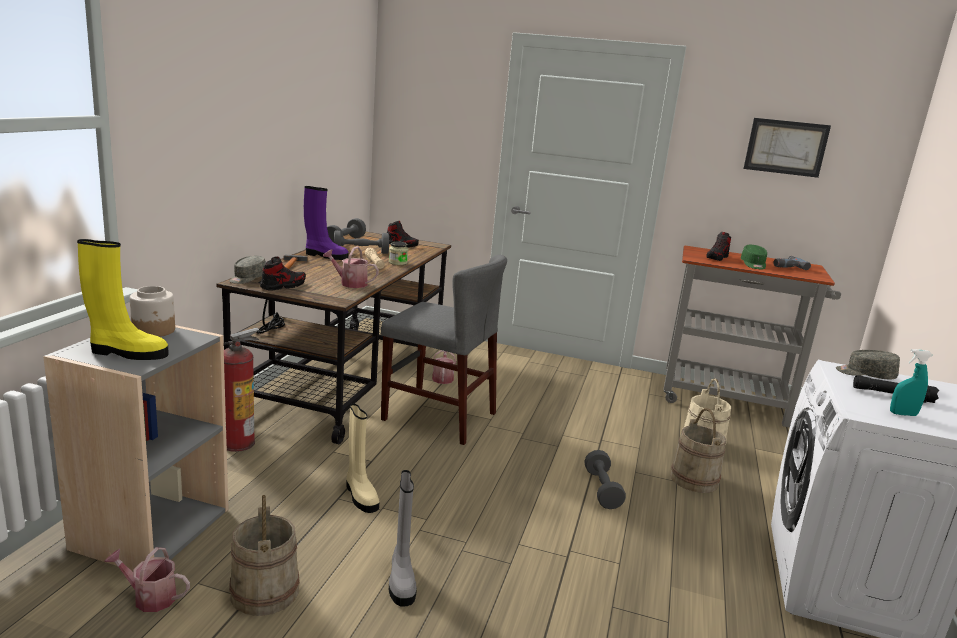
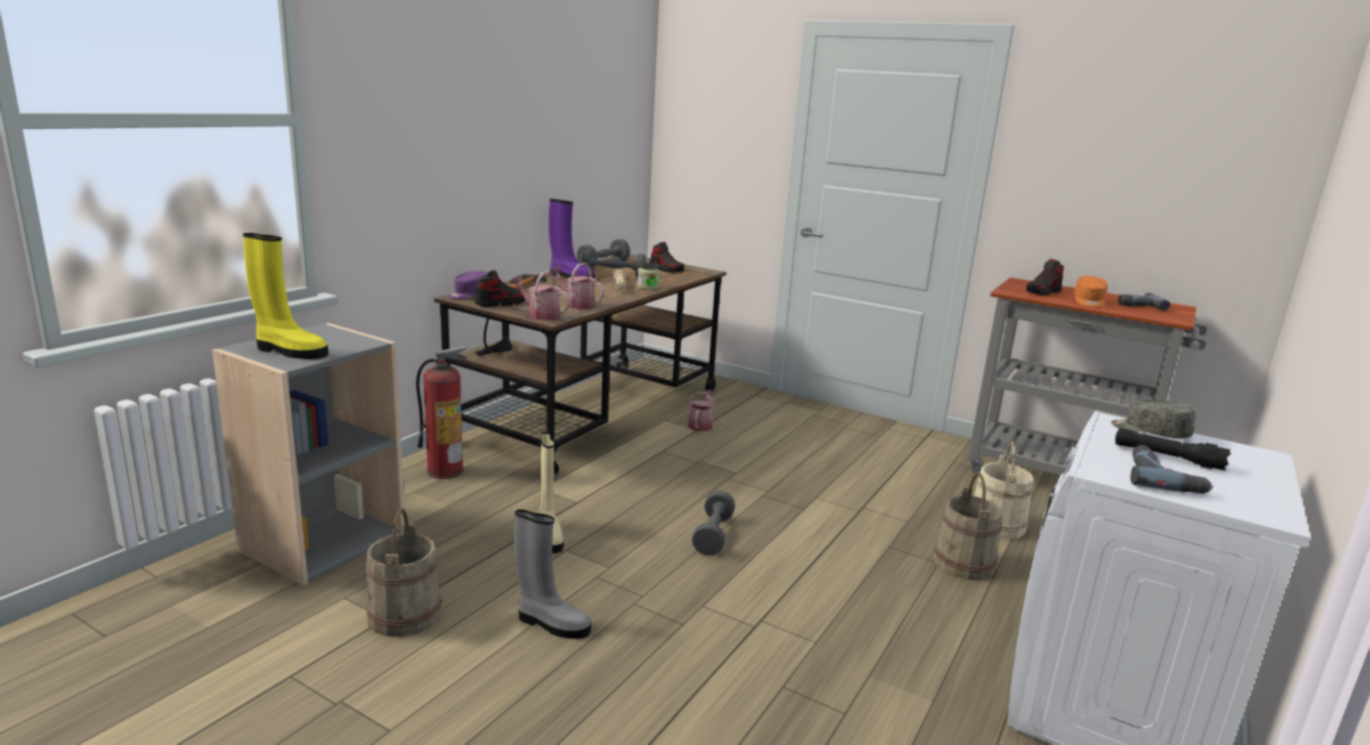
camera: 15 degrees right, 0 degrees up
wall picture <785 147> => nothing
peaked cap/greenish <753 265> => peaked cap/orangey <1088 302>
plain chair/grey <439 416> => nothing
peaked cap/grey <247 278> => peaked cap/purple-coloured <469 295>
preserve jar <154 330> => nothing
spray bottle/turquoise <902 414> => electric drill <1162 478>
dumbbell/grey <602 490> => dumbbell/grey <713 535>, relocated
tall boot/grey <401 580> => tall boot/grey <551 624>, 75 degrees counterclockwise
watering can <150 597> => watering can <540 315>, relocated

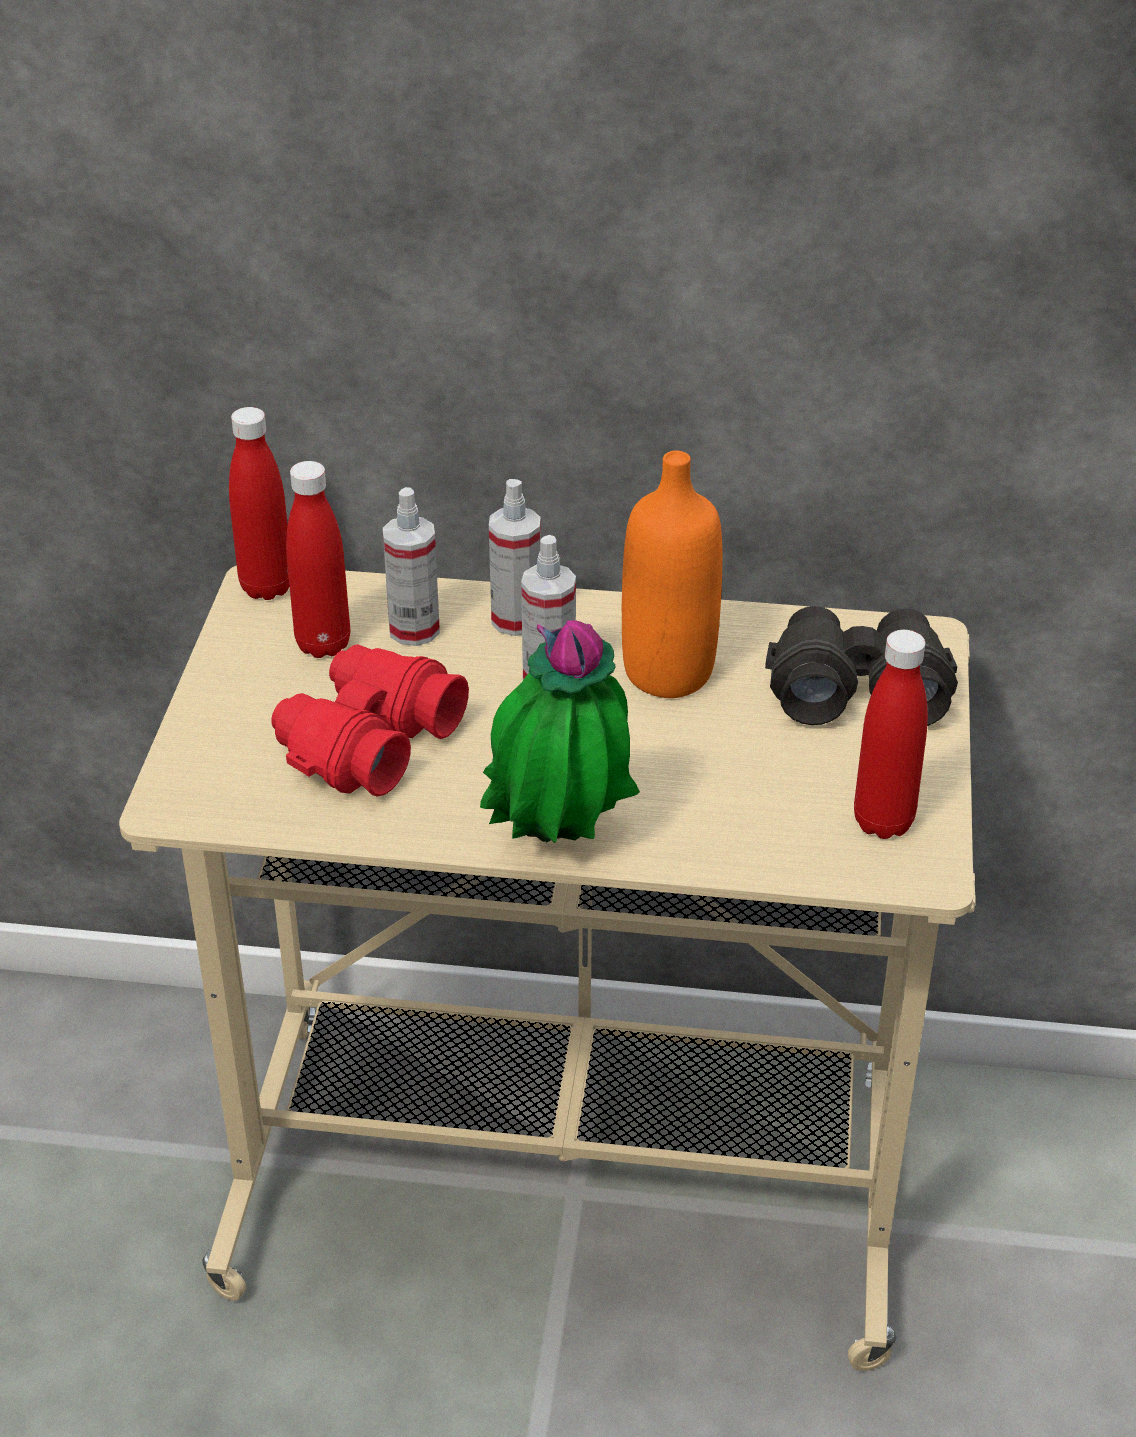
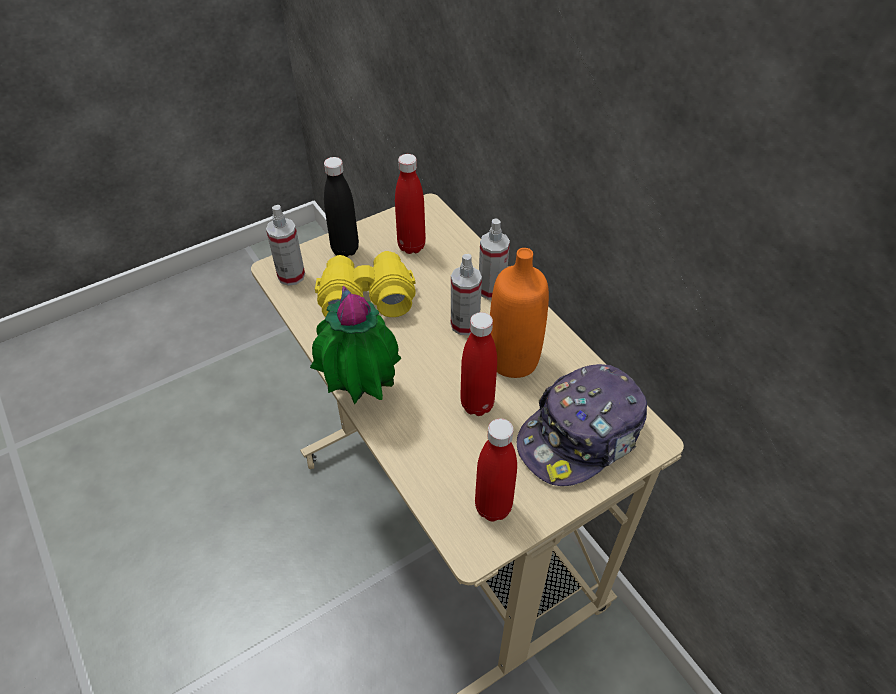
camera: 50 degrees right, 10 degrees up
beverage bottle/reddish <266 587> => beverage bottle/reddish <477 404>, relocated
spray bottle <414 630> => spray bottle <291 276>, relocated
binoculars/blackish <857 688> => peaked cap <581 436>
binoculars/reddish <367 741> => binoculars/yellow-coloured <366 296>
nothing => beverage bottle/blackish <345 249>

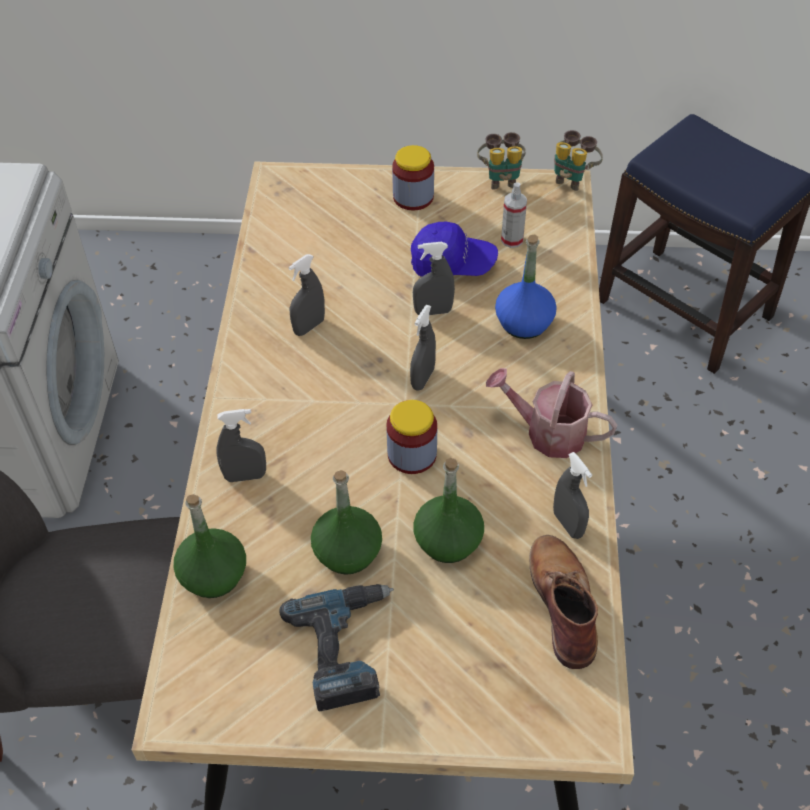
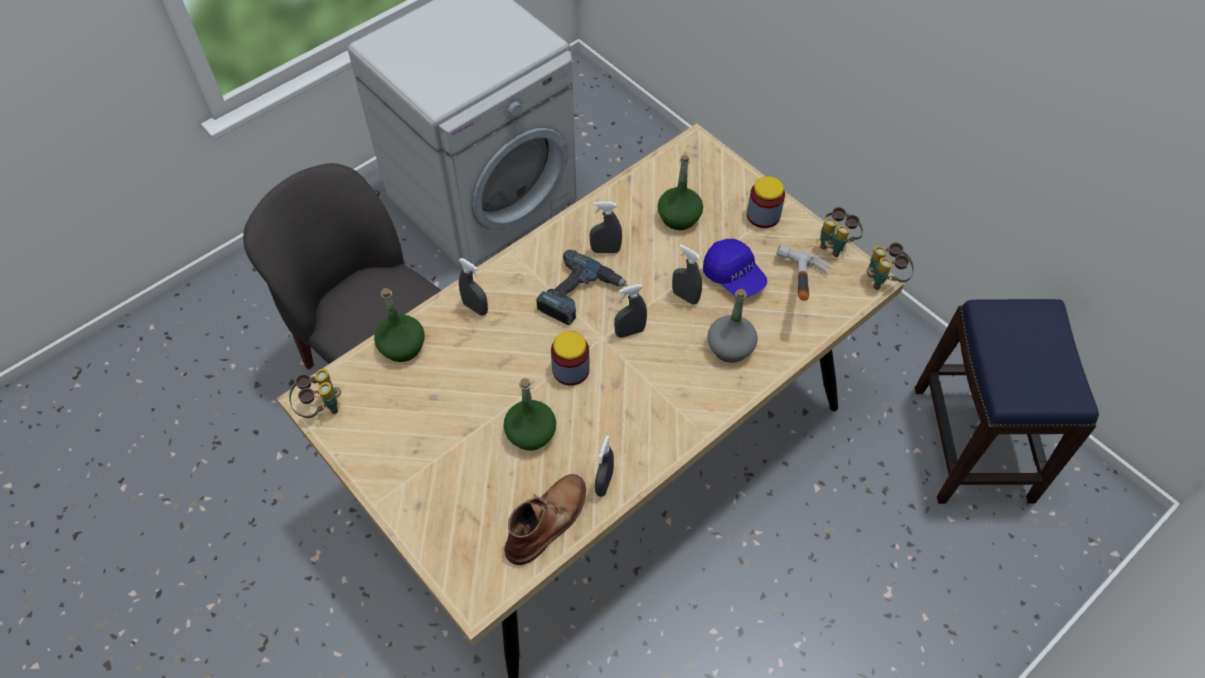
camera: 45 degrees right, 5 degrees up
spray bottle <512 240> => hammer <790 290>
beverage bottle/blue <524 323> => beverage bottle/grey <730 347>
watering can <547 432> => nothing
beverage bottle/greenish <347 552> => beverage bottle/greenish <679 217>, relocated
electric drill <347 648> => electric drill <579 295>, relocated
nothing => binoculars <320 407>

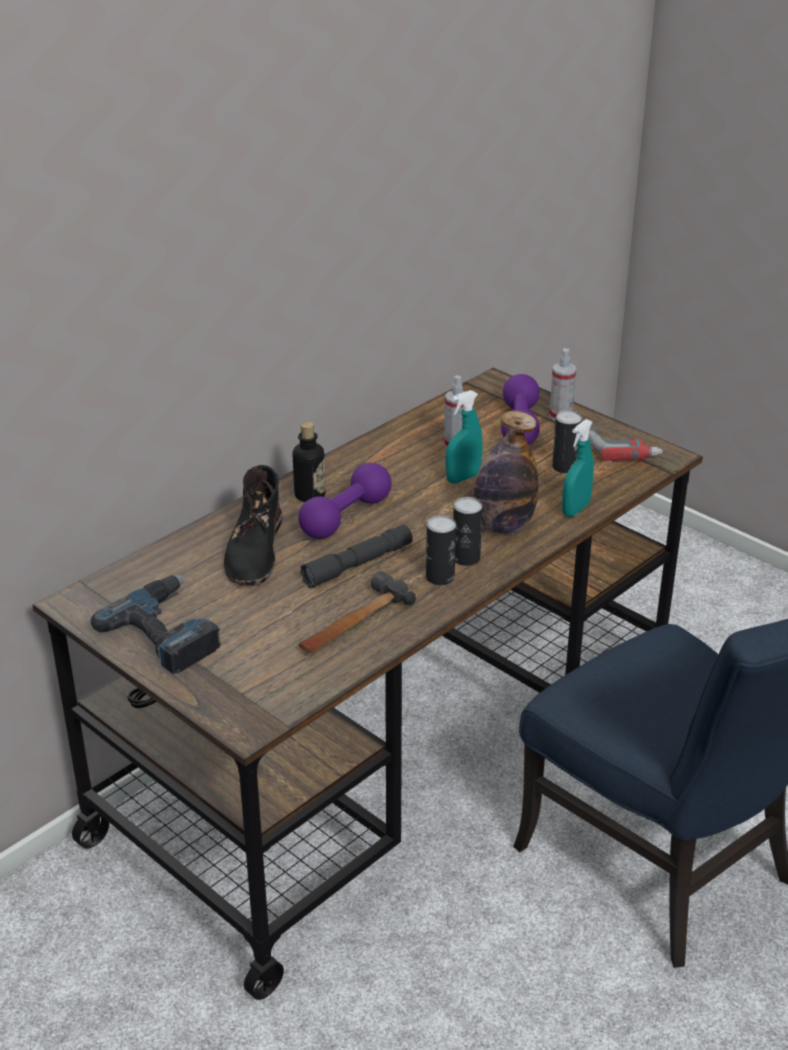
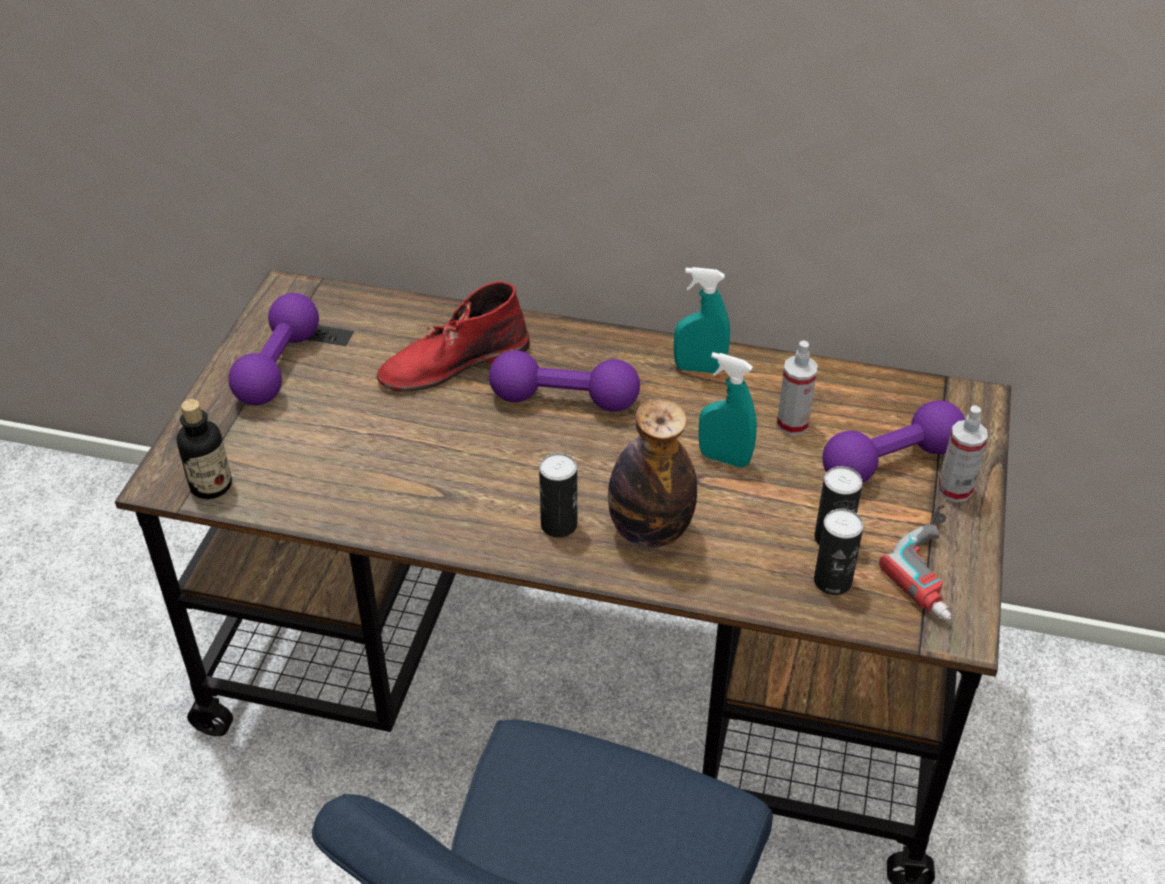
camera: 60 degrees right, 10 degrees up
spray bottle/turquoise <575 510> => spray bottle/turquoise <699 368>, relocated
beverage bottle <310 495> => beverage bottle <211 485>, relocated
tall boot/blackish <254 550> => tall boot/reddish <452 362>
sealed can <440 577> => sealed can <832 581>, relocated
hand torch/grey <358 564> => nothing
hammer <353 623> => nothing
electric drill <169 631> => dumbbell/purple-coloured <278 367>

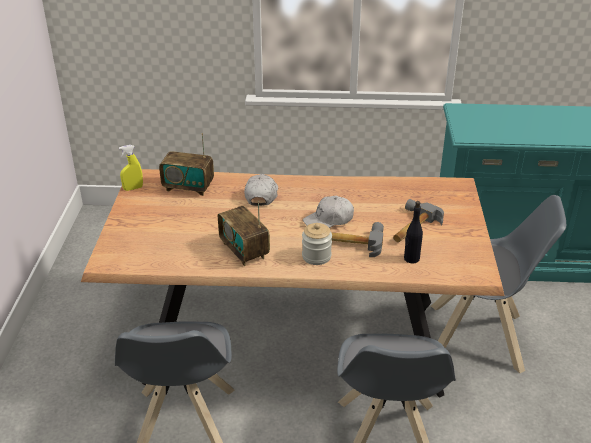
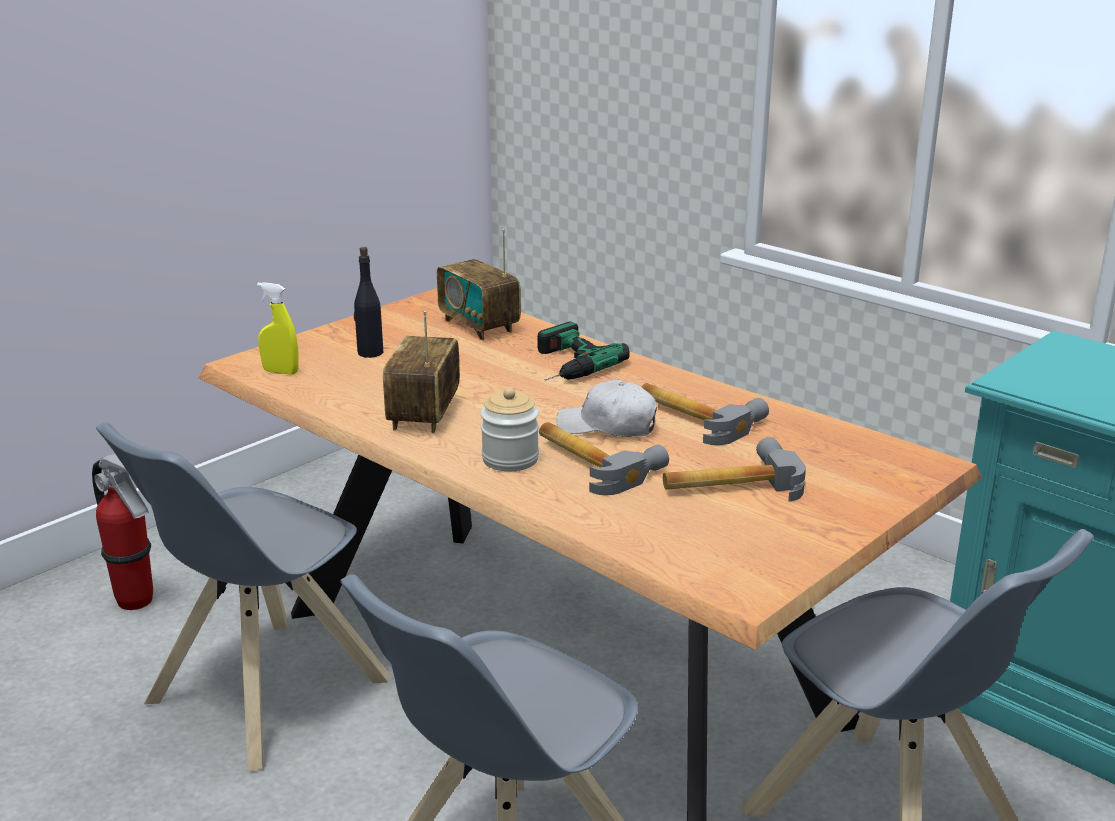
camera: 40 degrees right, 10 degrees down
spray bottle/yellow-coloured <133 188> => spray bottle/yellow-coloured <280 372>, relocated
peaked cap/whitish <261 195> => electric drill <562 365>
beverage bottle/blackish <411 259> => beverage bottle/blackish <370 353>, relocated
nothing => hammer <695 416>
nothing => fire extinguisher <136 601>

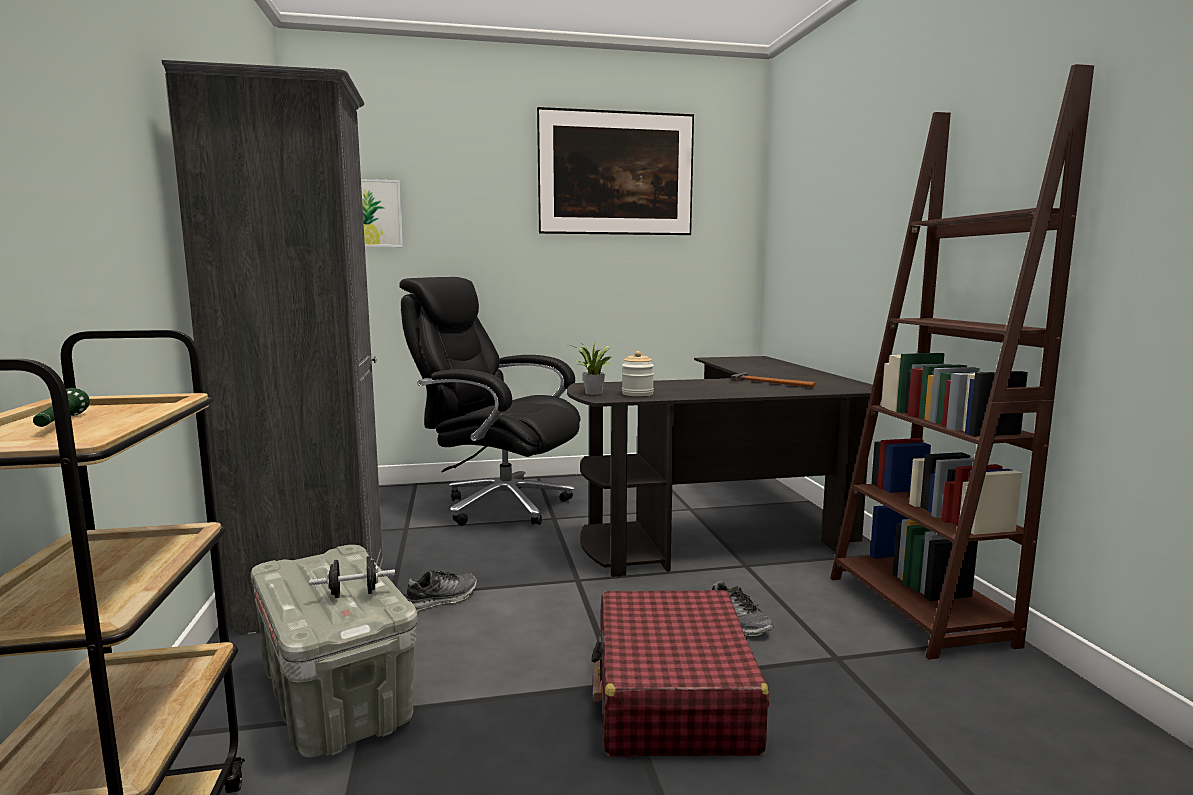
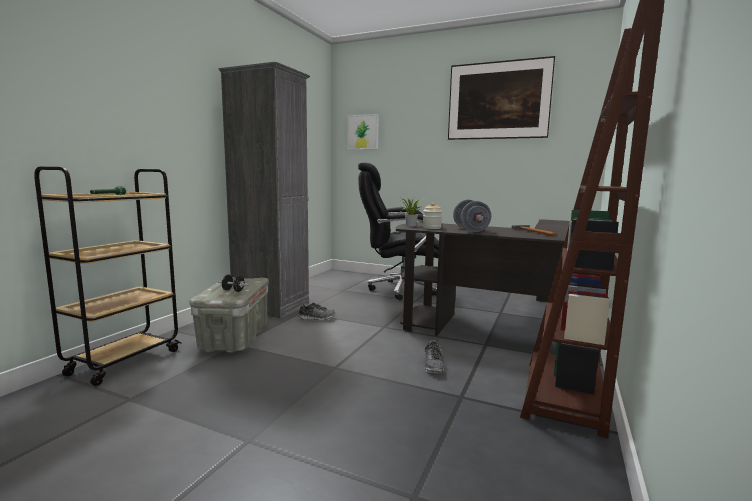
camera: 35 degrees right, 0 degrees up
computer chair/blackish <499 505> => computer chair/blackish <398 290>, 60 degrees counterclockwise
travel case/reddish <672 695> => nothing
nothing => dumbbell/grey <470 230>

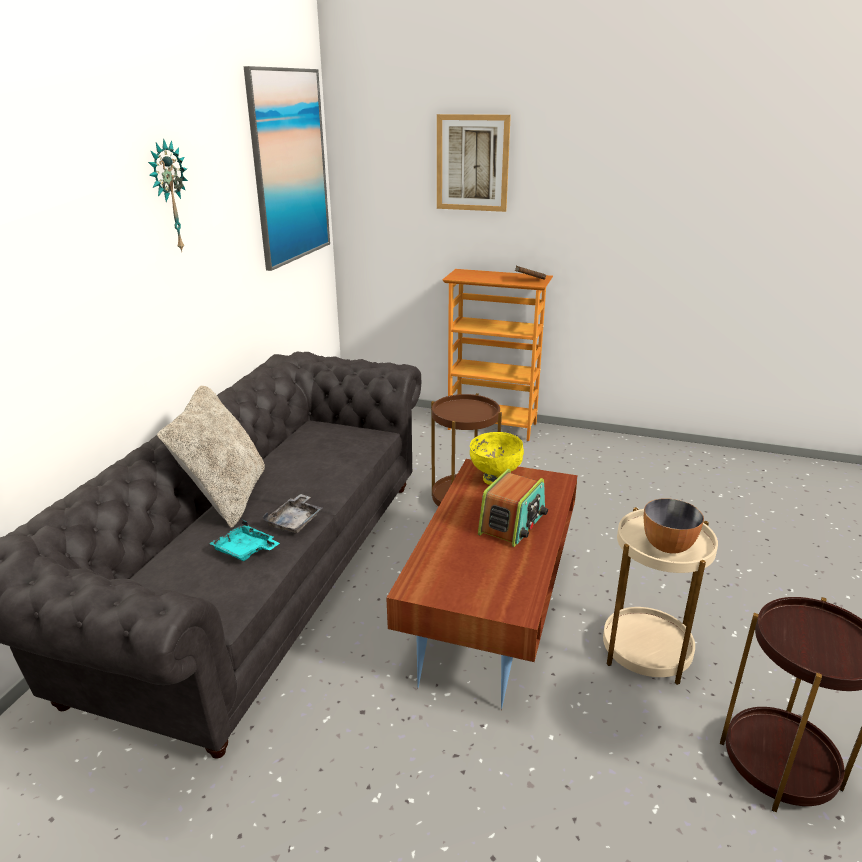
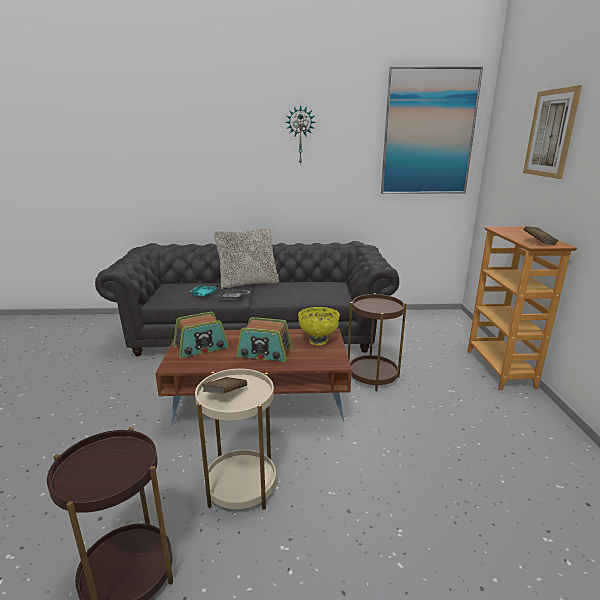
camera: 70 degrees right, 5 degrees down
bowl <668 546> => volume/brown <225 394>
nothing => radio <201 347>

